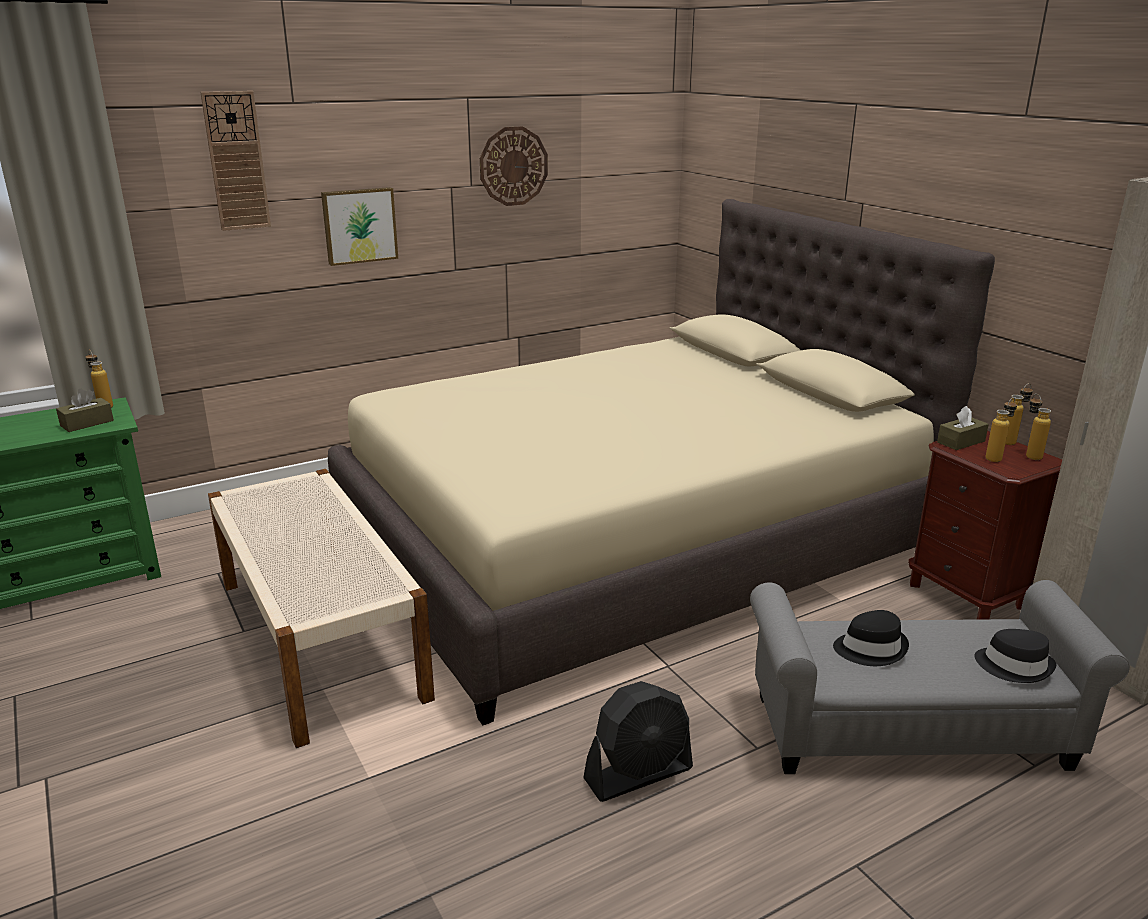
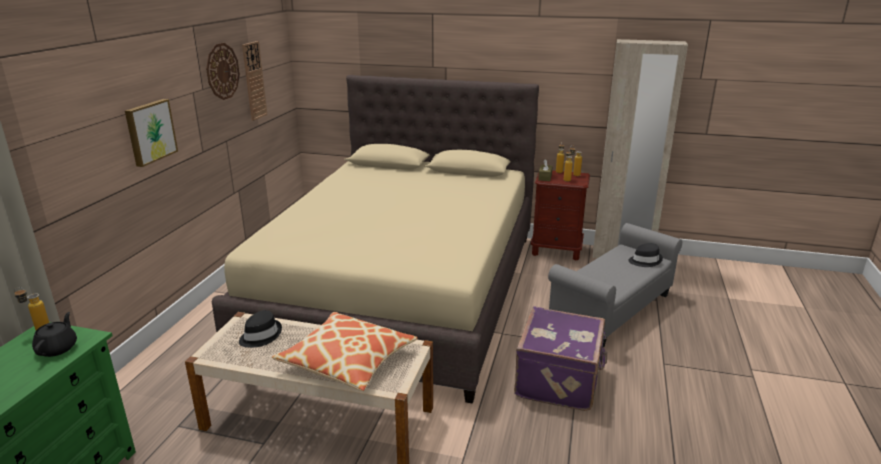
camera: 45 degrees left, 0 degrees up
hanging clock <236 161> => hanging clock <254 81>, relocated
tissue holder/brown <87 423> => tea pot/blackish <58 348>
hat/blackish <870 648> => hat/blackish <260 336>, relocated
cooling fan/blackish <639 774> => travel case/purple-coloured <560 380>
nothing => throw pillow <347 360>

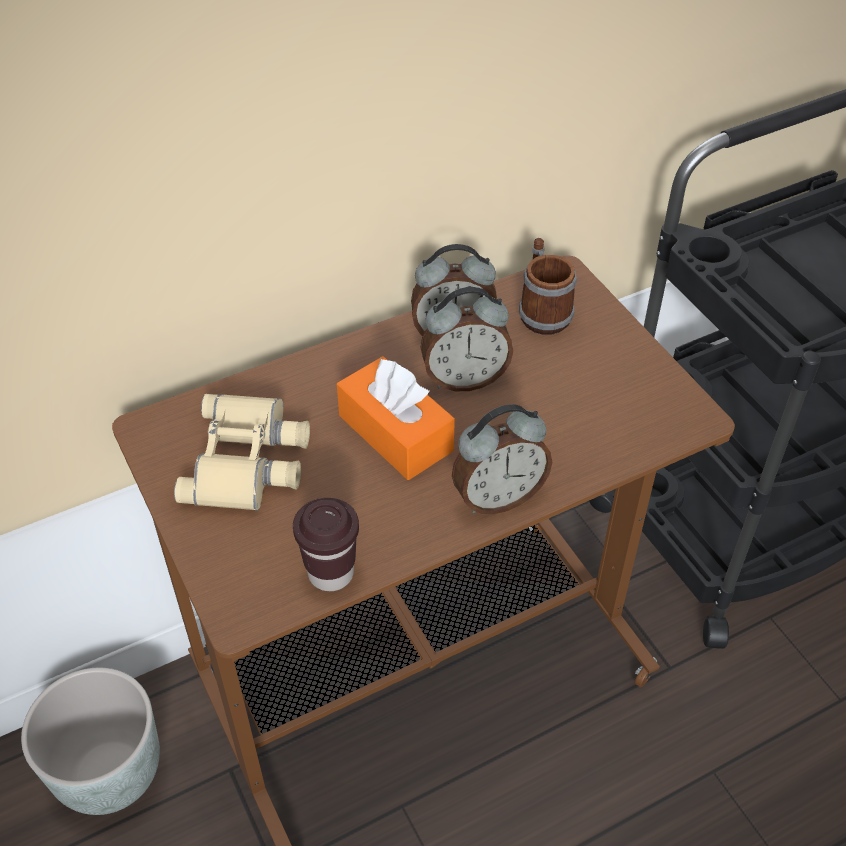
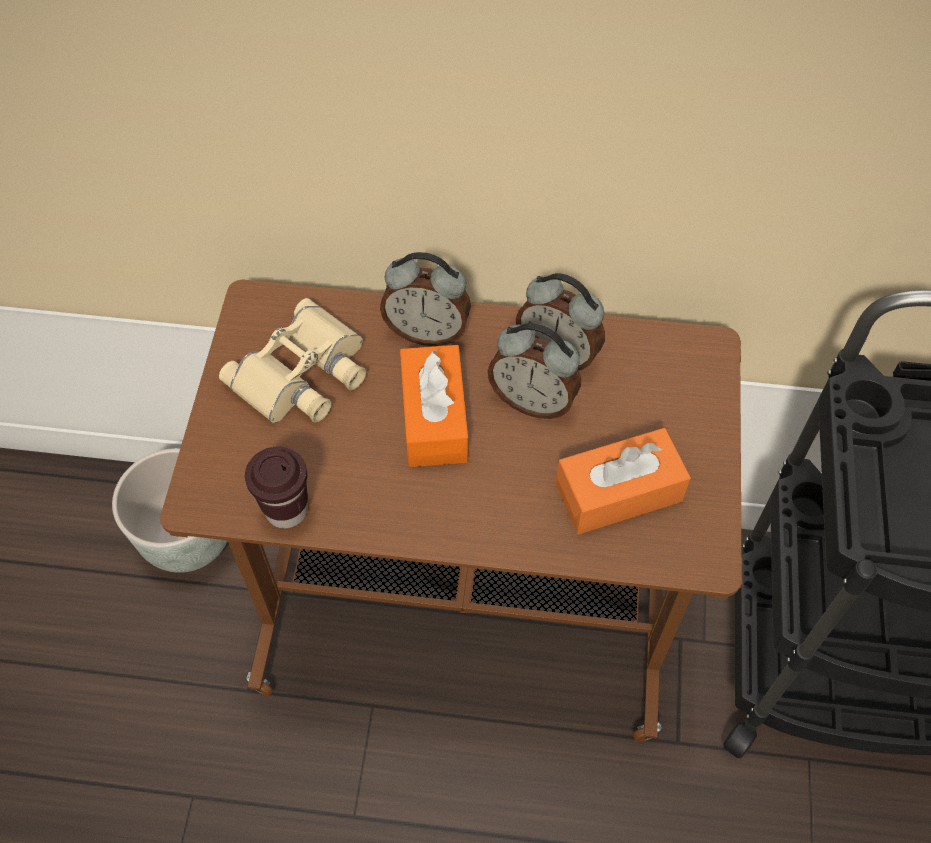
camera: 35 degrees right, 10 degrees up
mug <542 311> => nothing
table clock <498 497> => table clock <427 331>, relocated
nothing => tissue holder/orangey <618 492>

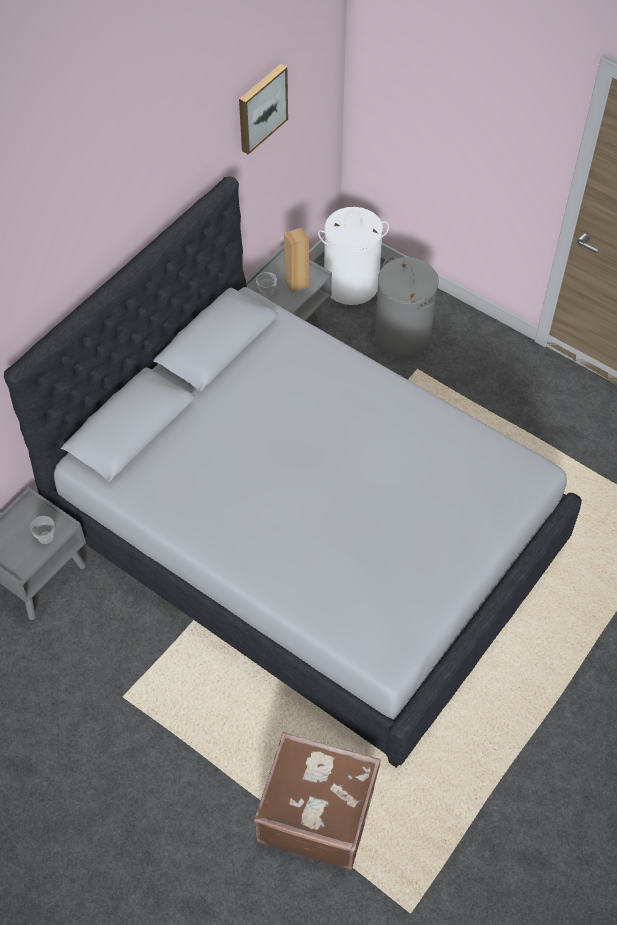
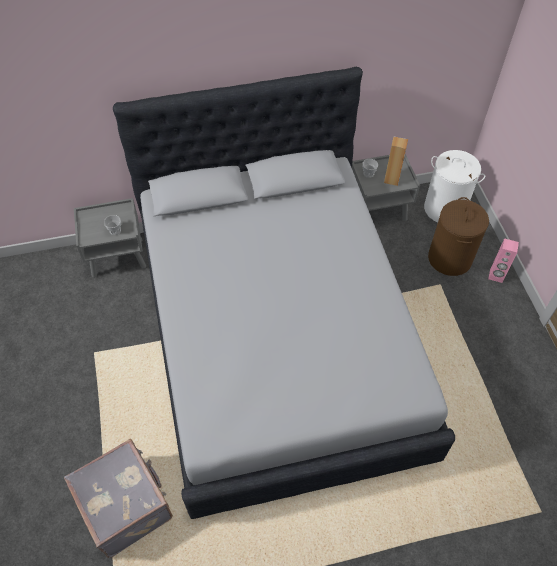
camera: 40 degrees right, 0 degrees up
wall picture <261 107> => nothing
hamper/grey <403 336> => hamper/brown <450 259>
travel case/brown <317 811> => travel case/grey <126 504>
nothing => loudspeaker/pinkish <496 276>

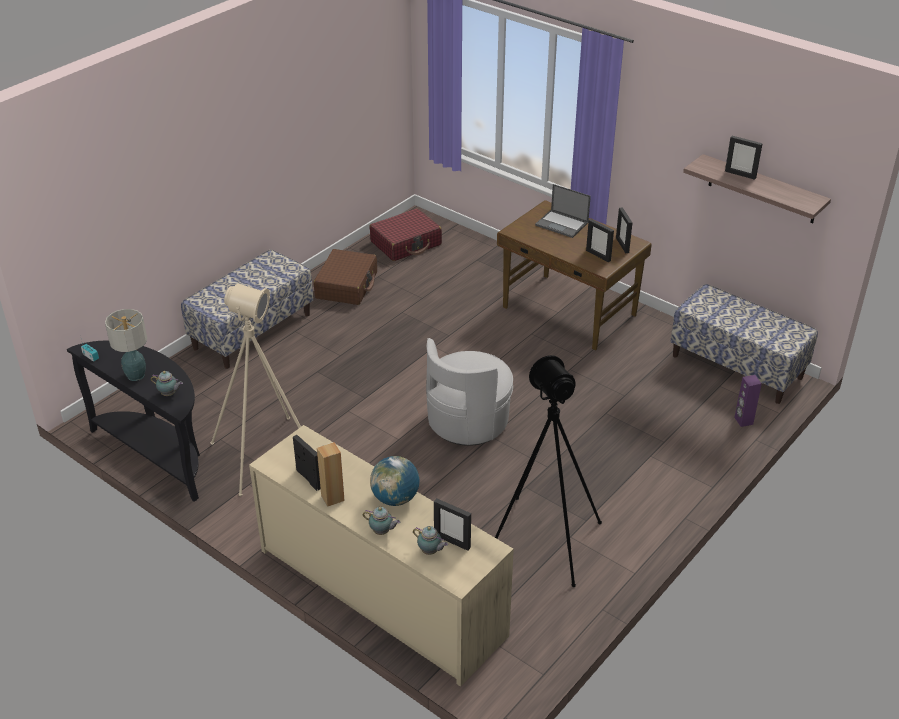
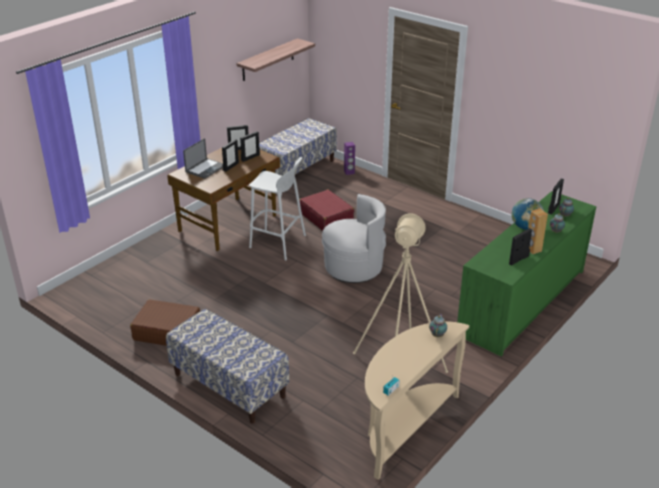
camera: 90 degrees left, 5 degrees down
picture frame <740 174> => picture frame <230 166>, relocated
travel case/reddish <406 243> => travel case/reddish <326 217>, relocated
lamp for a table <136 375> => nothing
armchair/whitish <468 421> => armchair/whitish <353 268>, 45 degrees counterclockwise
narrow table/blackish <158 454> => narrow table/sand-coloured <404 427>
standing lamp/blackish <543 541> => nothing
chest of drawers/sand-coloured <379 592> => chest of drawers/greenish <523 302>
nothing => stool/whitish <278 243>

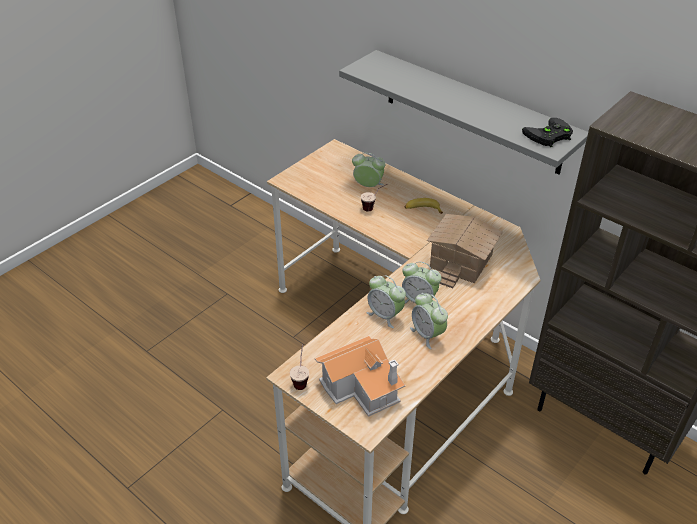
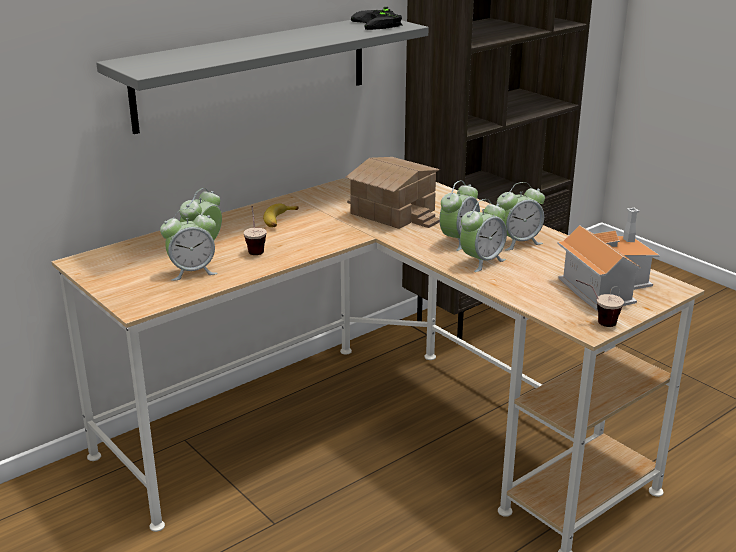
camera: 80 degrees left, 15 degrees down
nothing => table clock <192 271>

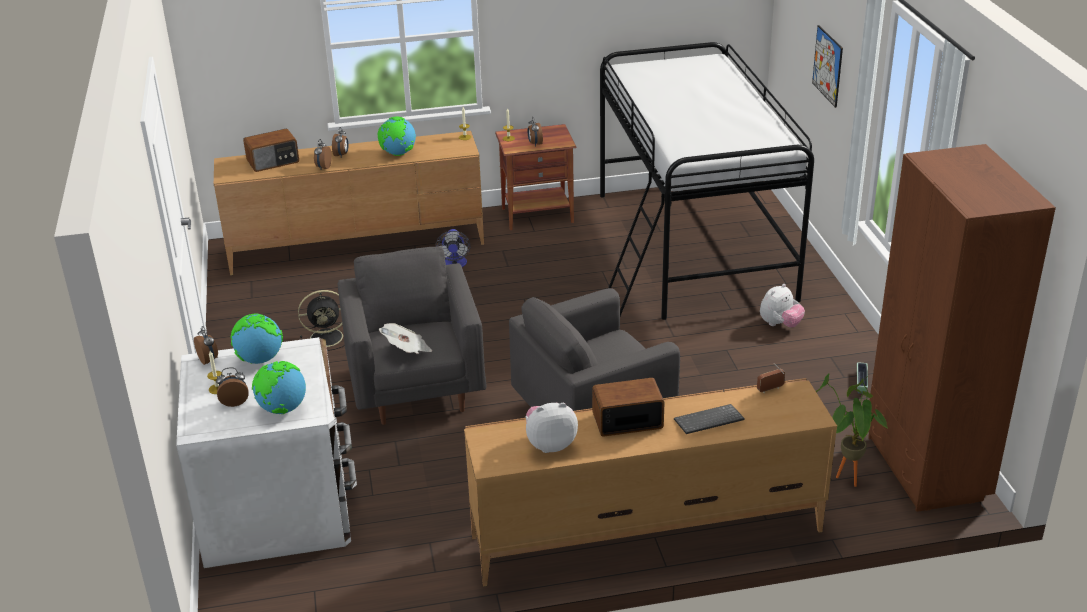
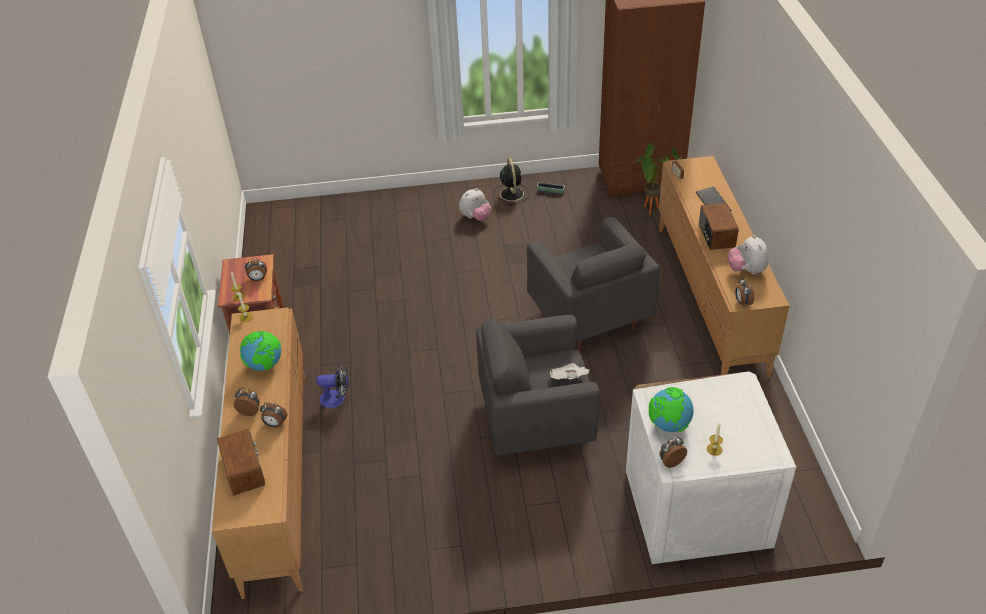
camera: 85 degrees left, 10 degrees up
wall picture <827 66> => nothing
bed/blackish <691 247> => nothing
plush toy <780 324> => plush toy <475 217>, 90 degrees clockwise
cooling fan/blackish <328 337> => cooling fan/blackish <511 193>, relocated
globe <282 409> => nothing
table clock <234 402> => table clock <742 302>, relocated

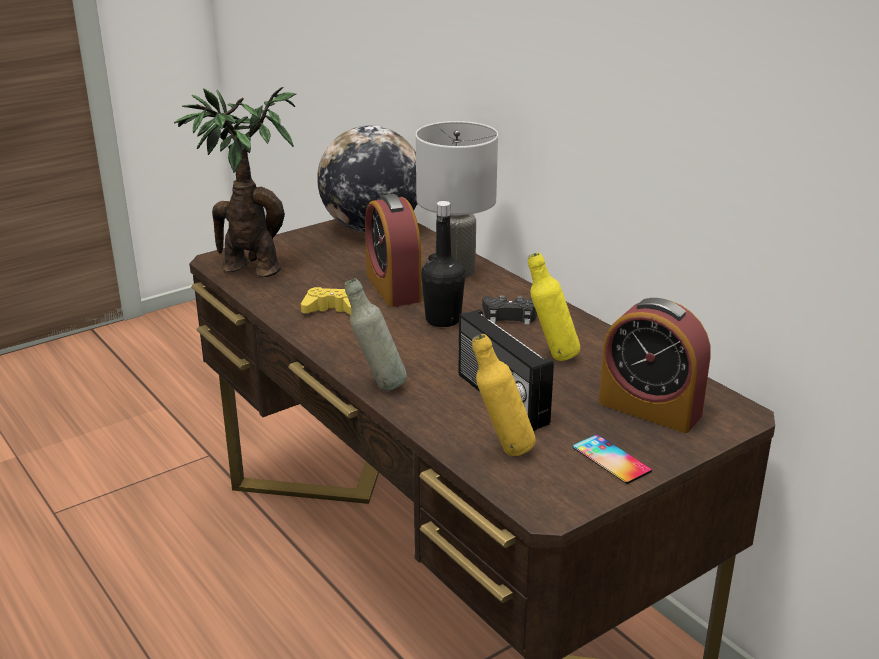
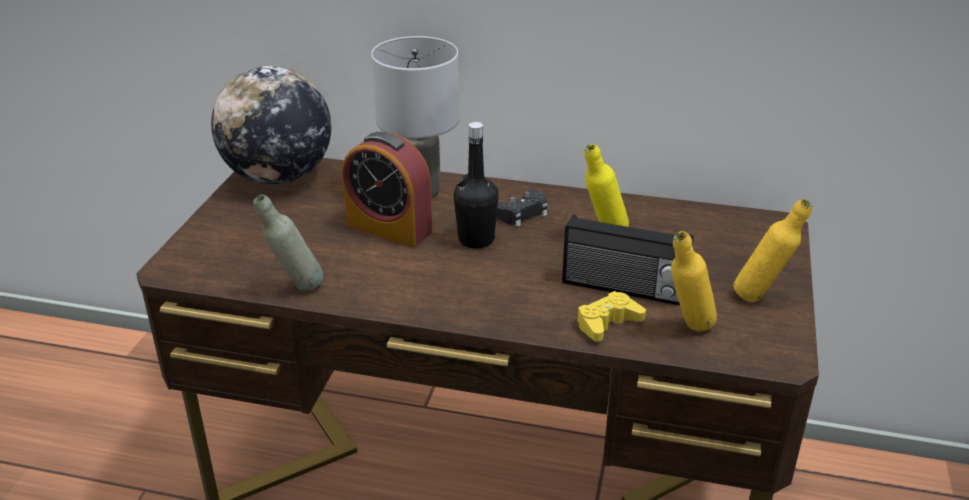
camera: 40 degrees left, 5 degrees up
potted plant <247 267> => nothing
beverage bottle/grey <377 386> => beverage bottle/grey <296 290>, relocated
game controller/yellow-coloured <332 309> => game controller/yellow-coloured <607 323>, relocated
table clock <650 409> => nothing
phone <611 459> => beverage bottle/yellow-coloured <761 298>

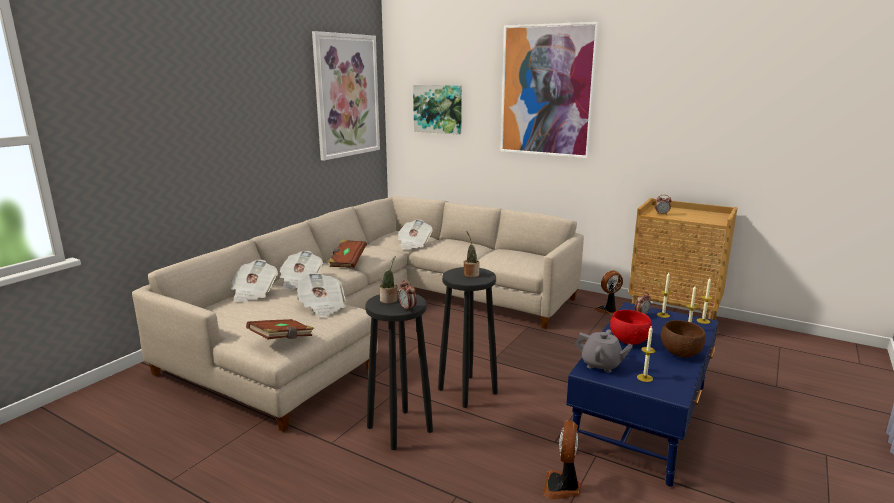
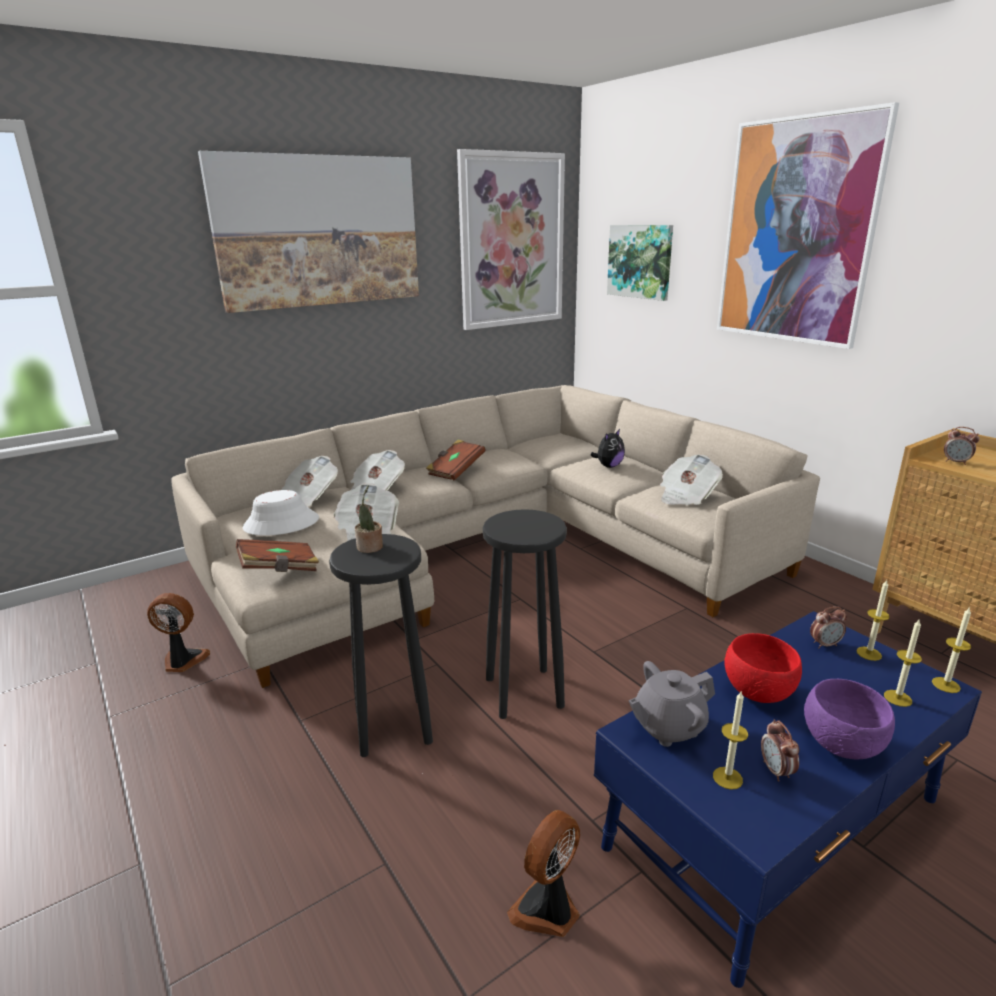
camera: 25 degrees right, 5 degrees up
daily paper <413 244> => daily paper <686 496>, relocated
potted plant <470 274> => nothing
cooling fan <608 311> => cooling fan <183 661>, relocated
table clock <407 308> => table clock <776 771>, relocated
bowl/brown <680 354> => bowl/purple-coloured <840 745>
tea pot/grey <601 365> => tea pot/grey <668 727>, 105 degrees clockwise
nothing => wall picture <319 232>
nothing => plush toy <608 466>
nothing => hat/whitish <281 524>

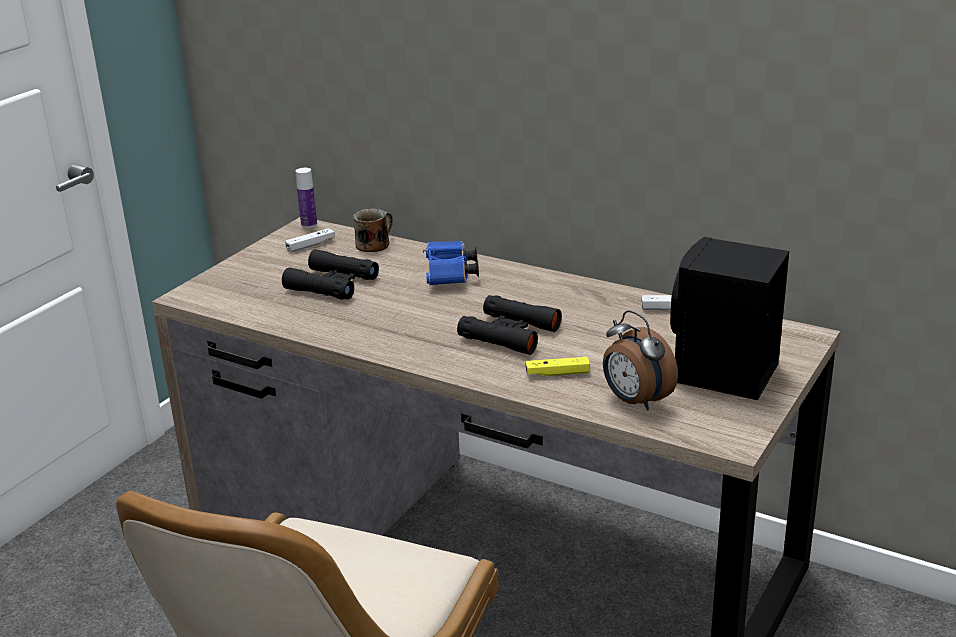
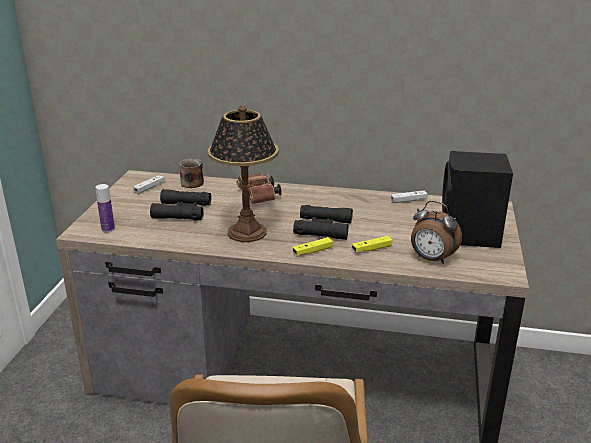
camera: 20 degrees left, 0 degrees up
beverage bottle <309 224> => beverage bottle <108 229>, relocated
binoculars/blue <450 277> => binoculars/brown <259 197>
nothing => lamp for a table <246 232>
nothing => game controller/yellow-coloured <312 251>

